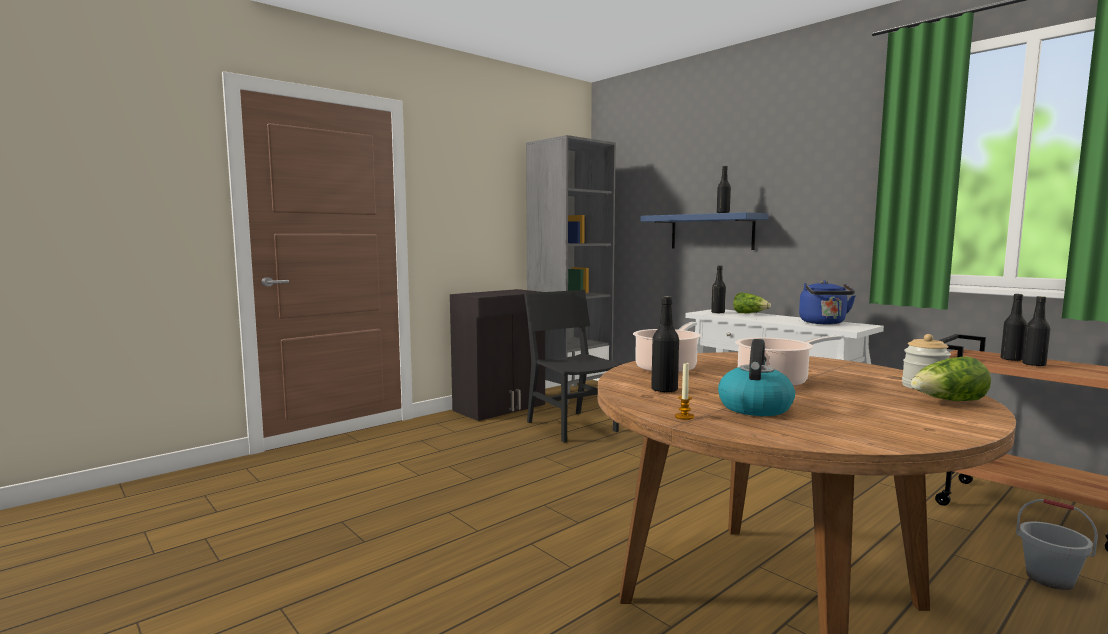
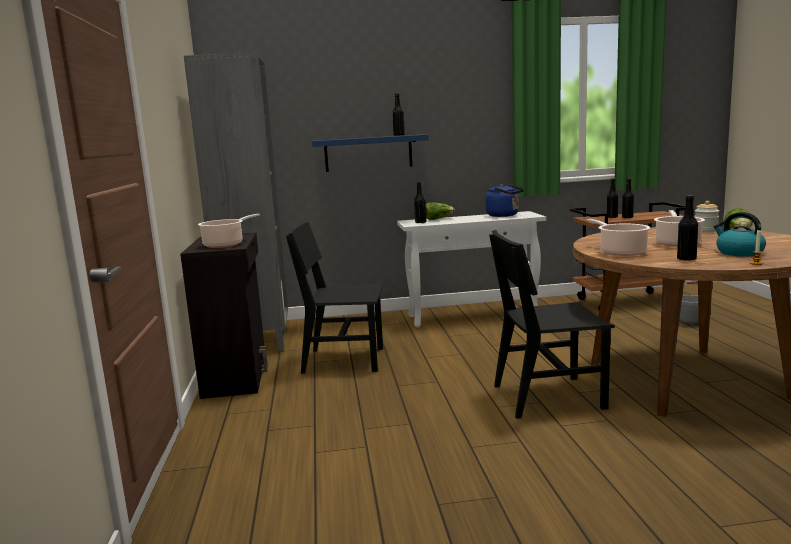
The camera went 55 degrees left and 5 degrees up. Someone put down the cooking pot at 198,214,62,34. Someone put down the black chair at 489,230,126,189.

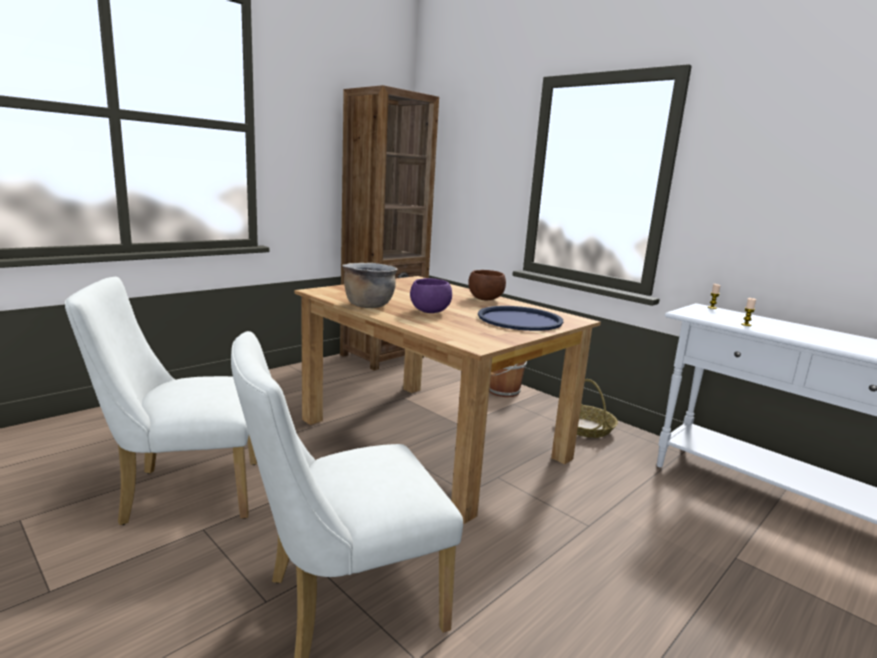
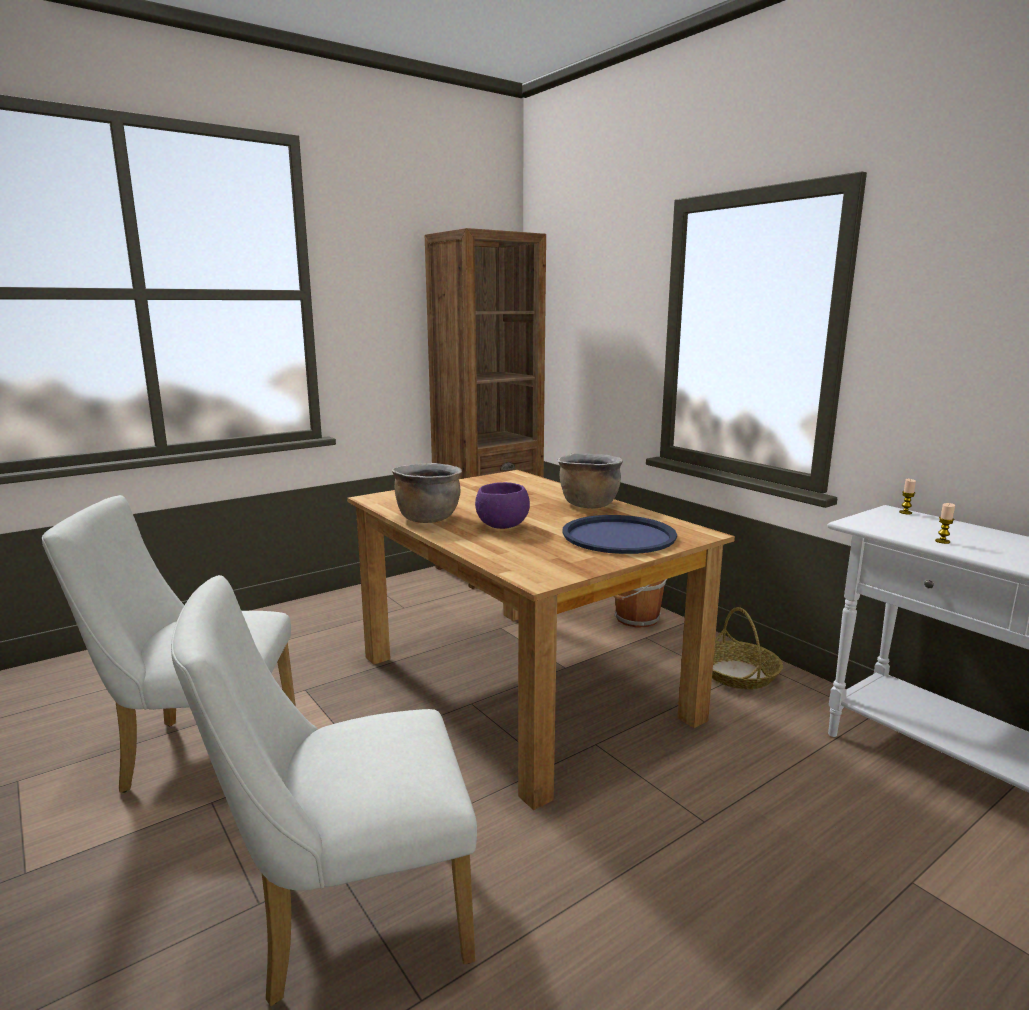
The camera went 10 degrees right and 0 degrees up. Someone swapped the brown bowl at 468,270,38,30 for the brown cooking pot at 558,454,65,54.

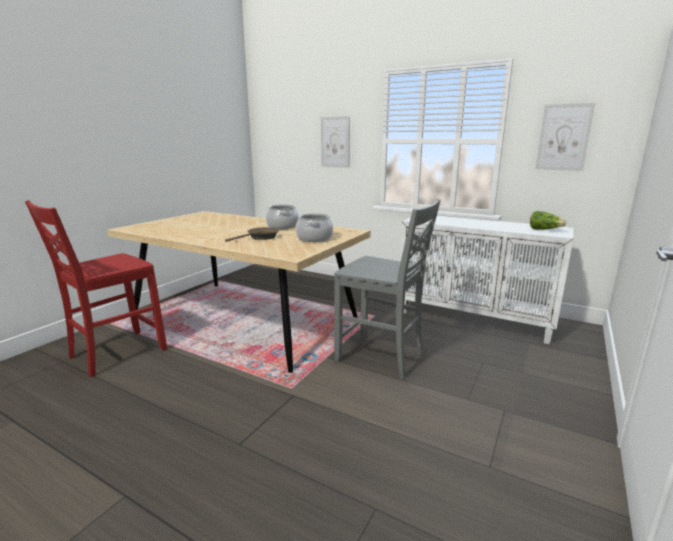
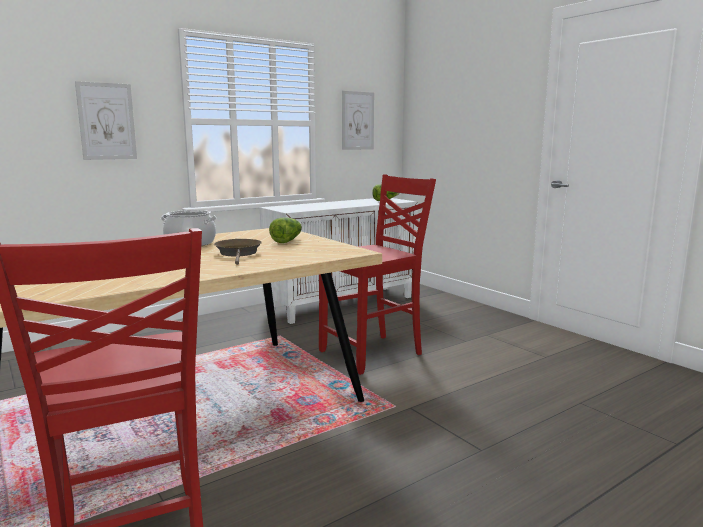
The camera went 65 degrees left and 5 degrees down. Someone repainted the grey chair at 334,199,107,181, which became the red chair at 319,174,117,201. Someone swapped the cooking pot at 296,213,37,29 for the lettuce at 269,217,33,26.

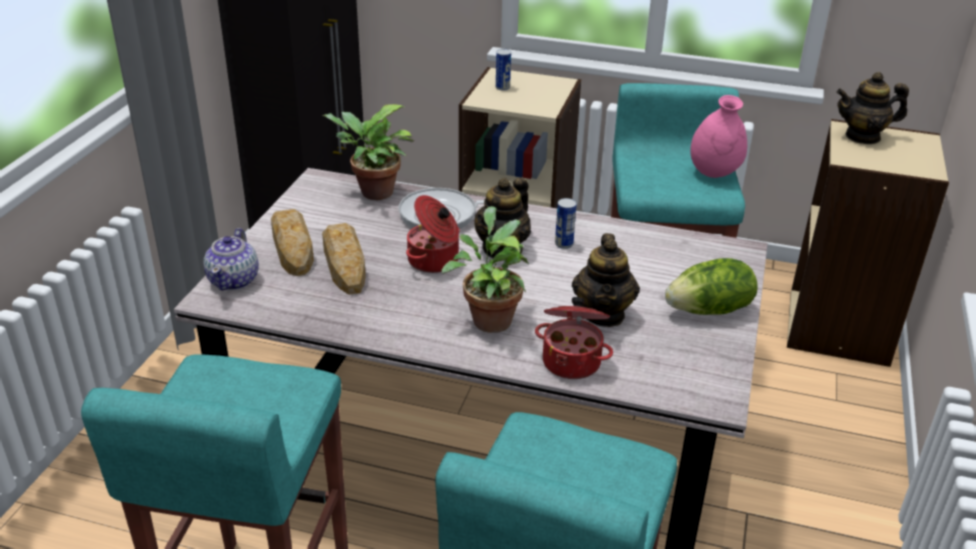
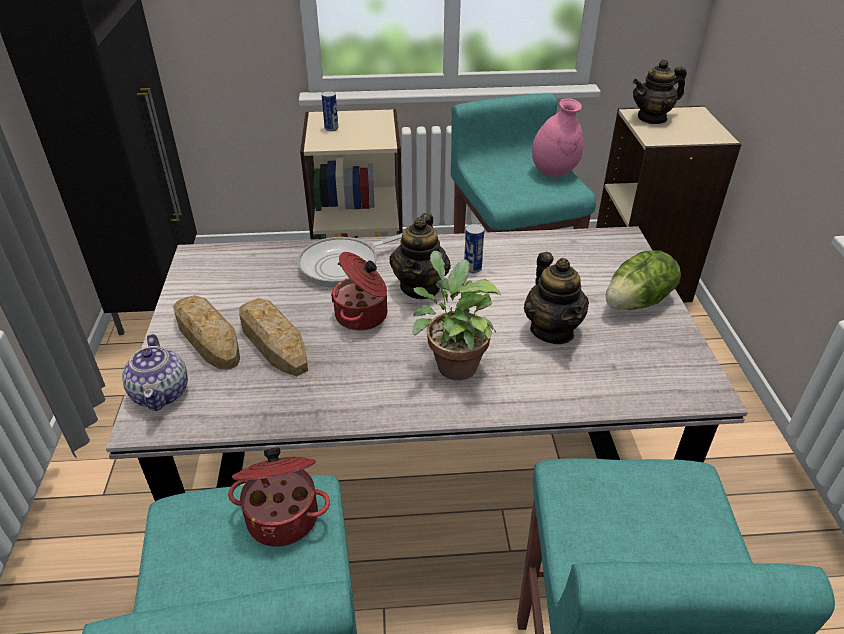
The camera went 20 degrees left and 5 degrees up. Someone took away the potted plant at 322,104,92,96. Someone carried the cooking pot from 535,297,78,82 to 228,447,102,100.

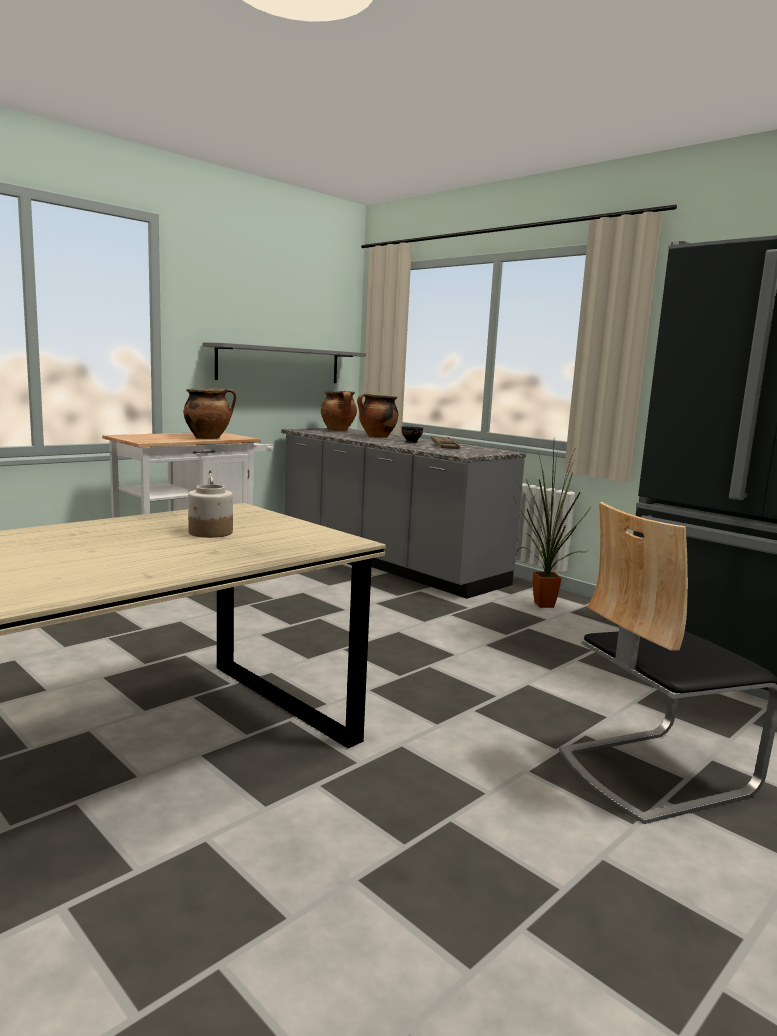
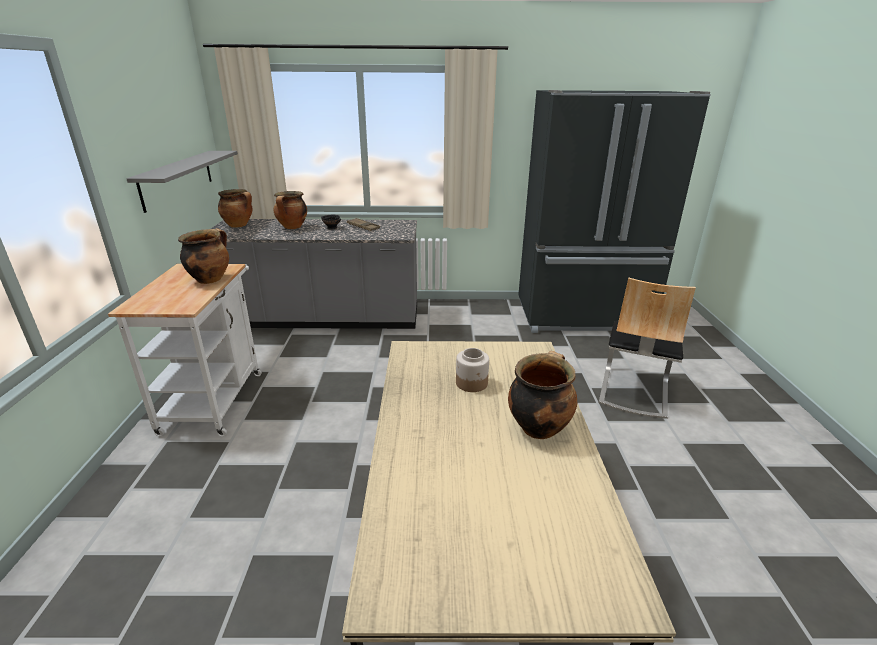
The camera went 45 degrees left and 15 degrees up. Someone took away the potted plant at 512,445,80,163. Someone put down the cooking pot at 508,351,69,88.

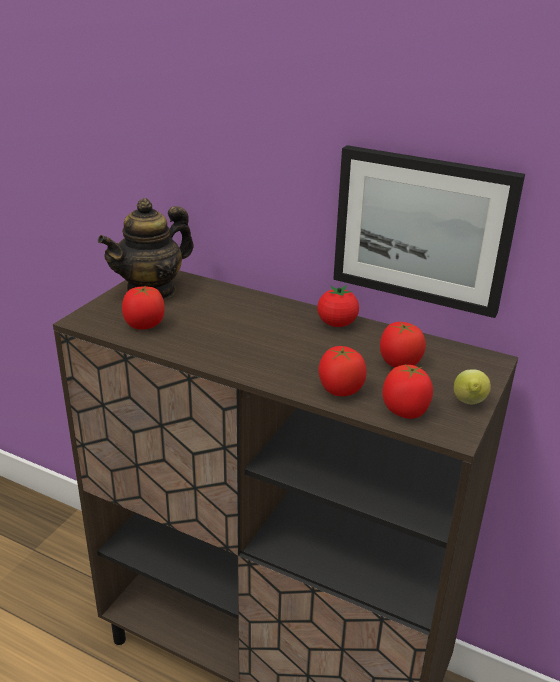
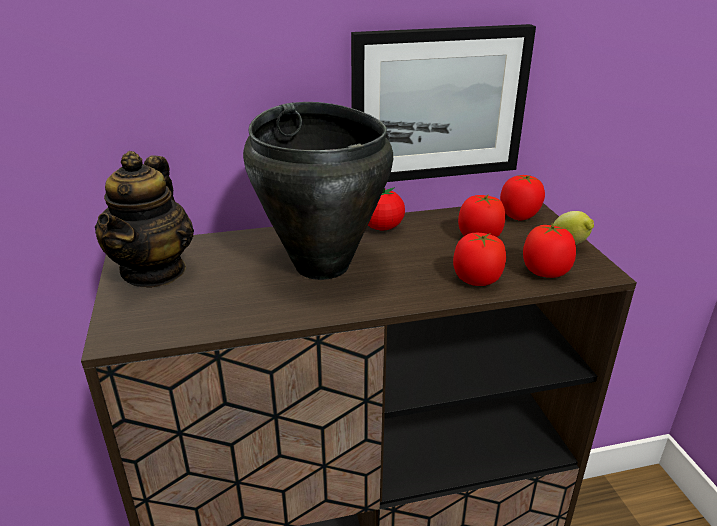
The camera went 40 degrees left and 0 degrees up. Someone carried the tomato from 122,285,43,45 to 500,175,45,45. Someone put down the black cooking pot at 243,102,150,178.

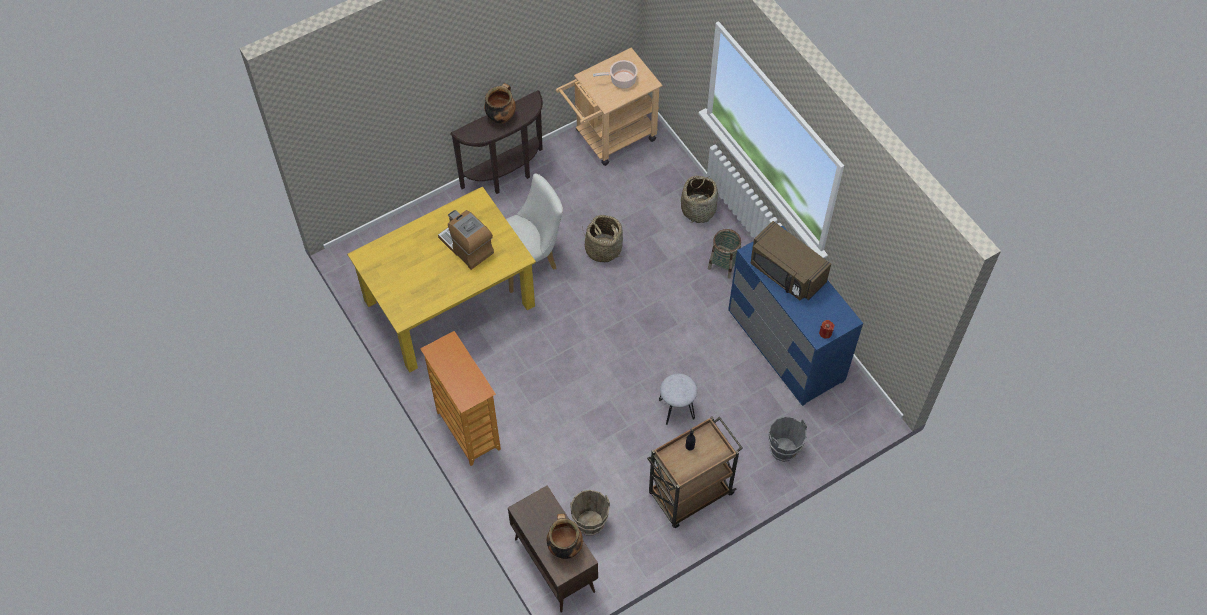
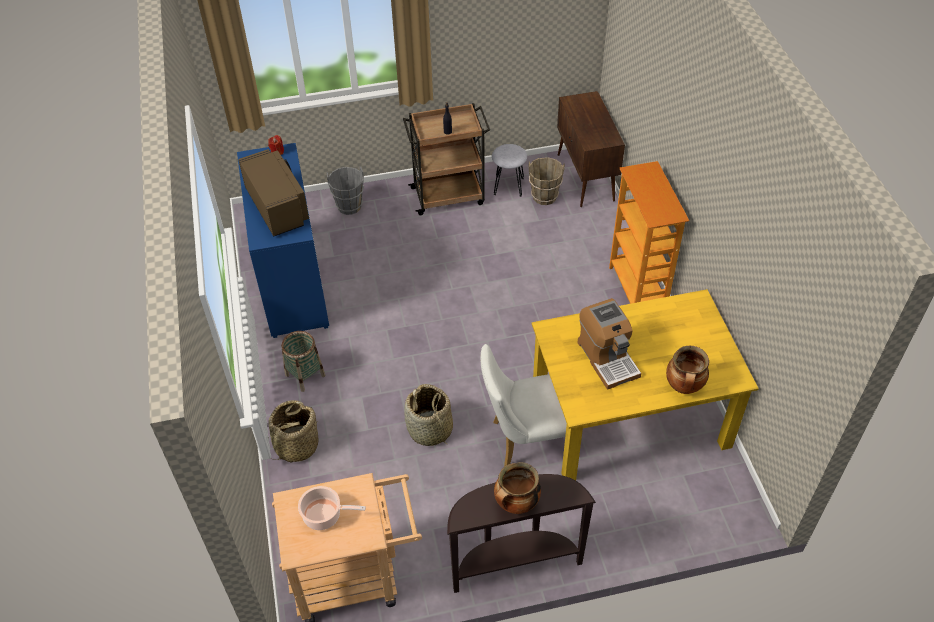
The camera went 160 degrees left and 10 degrees down. Someone carried the grey stool from 659,373,38,52 to 492,144,35,53. Someone carried the cooking pot from 547,514,36,45 to 666,346,43,48.

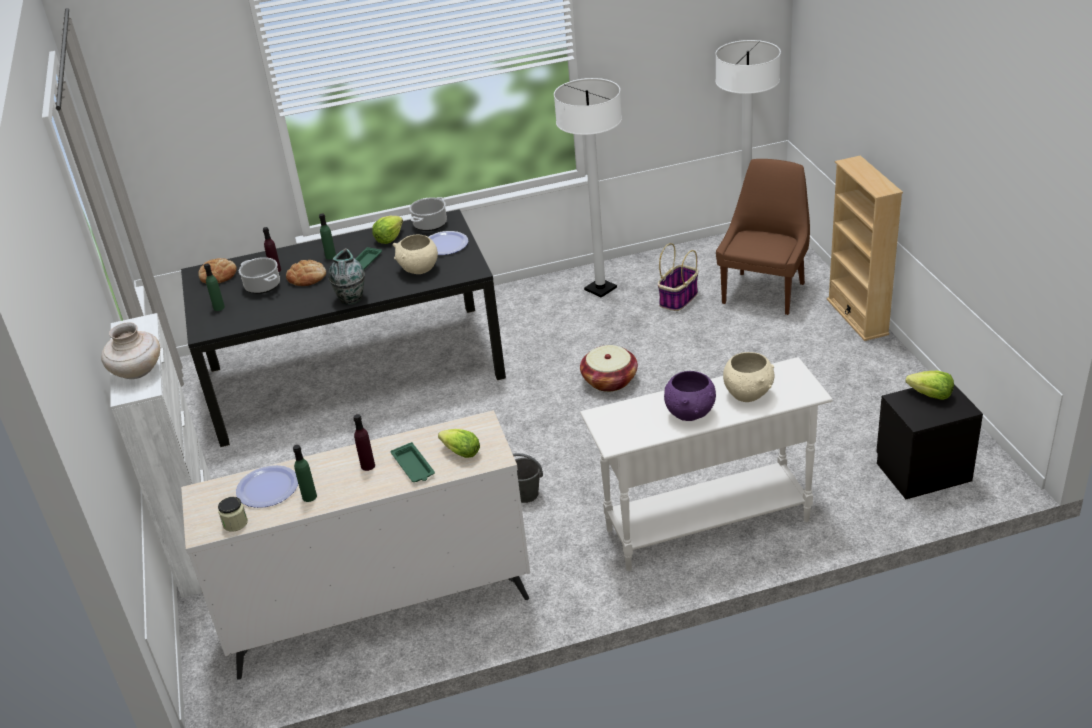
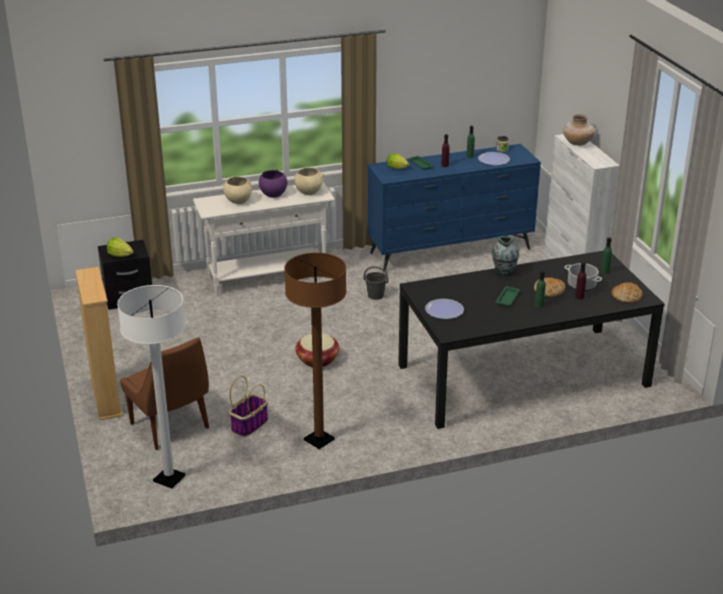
The camera went 175 degrees right and 5 degrees down. Someone repainted the white floor lamp at 554,78,68,220, which became the brown floor lamp at 284,252,63,197. Someone rotated the brown chair at 716,159,94,156 by 60 degrees counterclockwise. Someone took away the cooking pot at 409,197,38,34. Someone took away the lettuce at 372,216,31,28. Someone carried the beige bowl from 392,235,46,39 to 294,167,31,28. Someone repainted the beige dresser at 181,410,349,270, which became the blue dresser at 367,144,174,129.

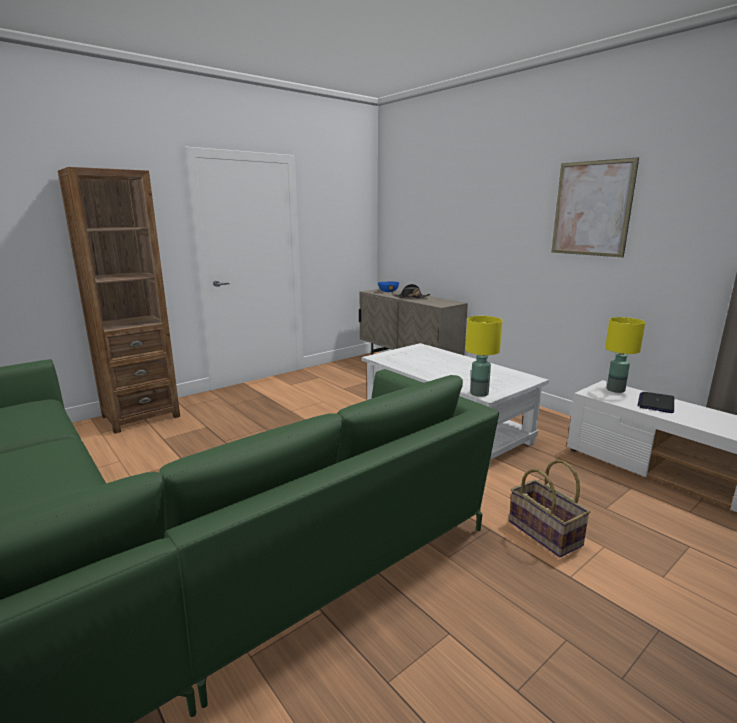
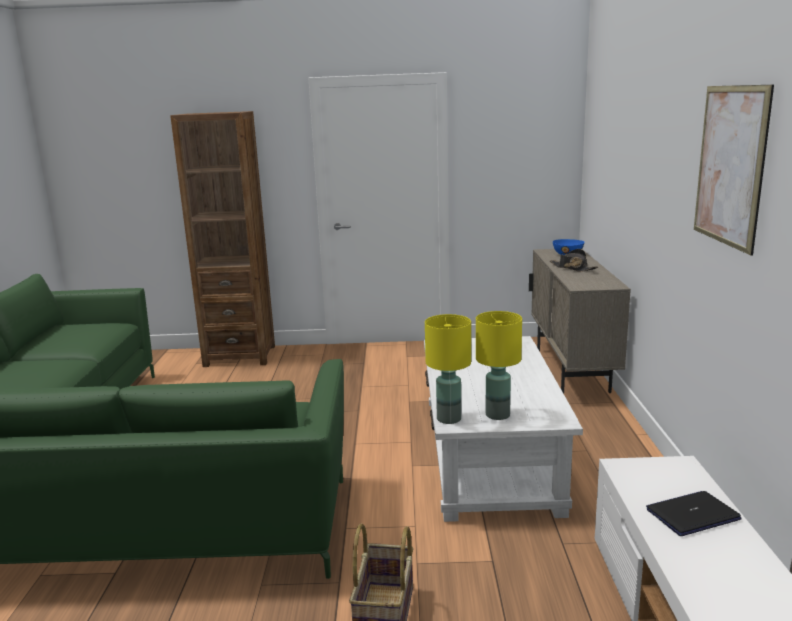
The camera went 40 degrees right and 0 degrees up. Someone carried the yellow table lamp from 605,317,40,76 to 476,311,46,109.

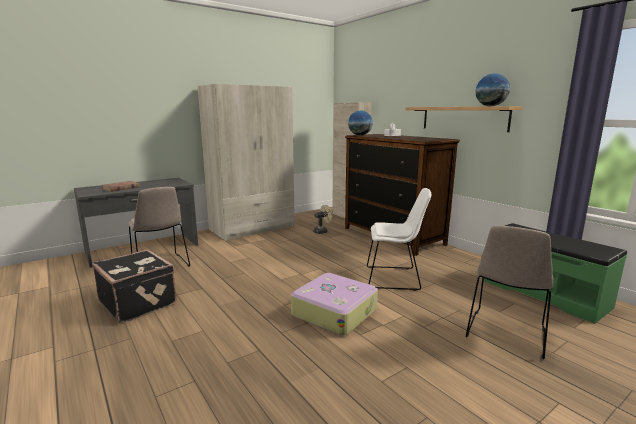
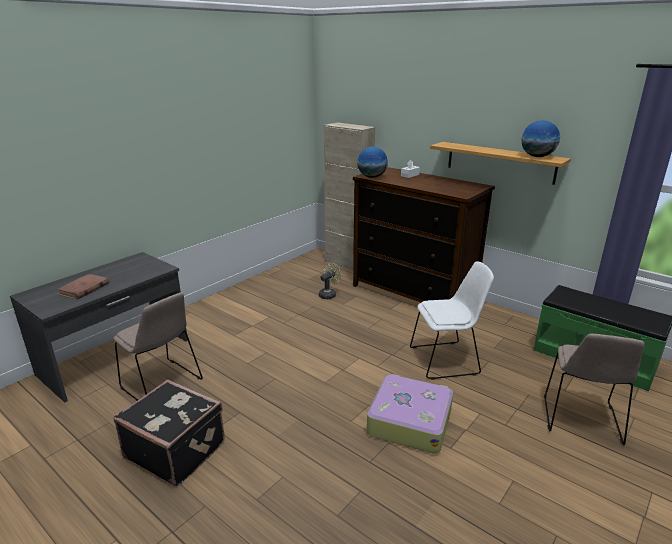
The camera went 15 degrees left and 10 degrees up. Someone took away the beige wardrobe at 198,84,97,157.

